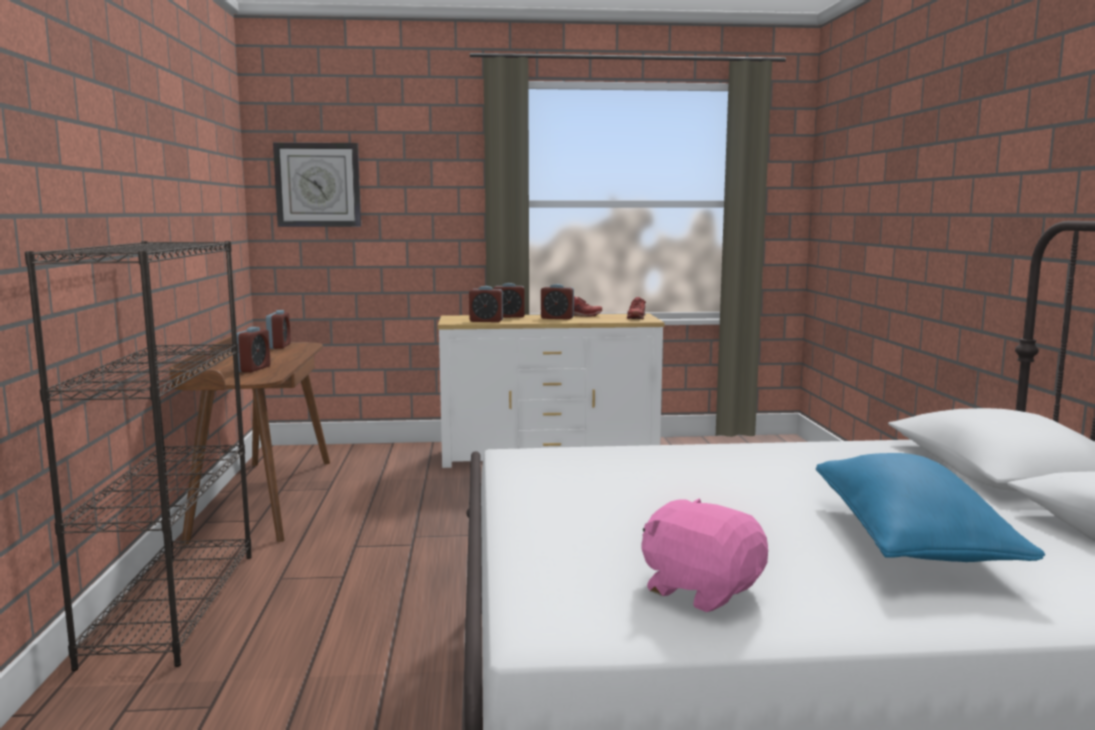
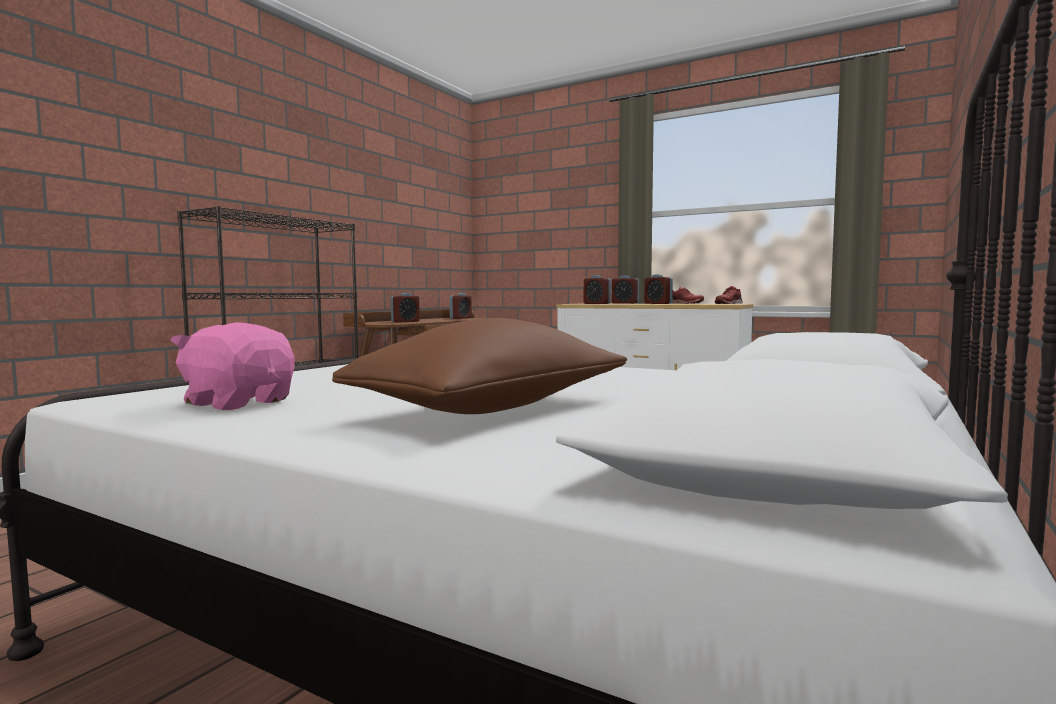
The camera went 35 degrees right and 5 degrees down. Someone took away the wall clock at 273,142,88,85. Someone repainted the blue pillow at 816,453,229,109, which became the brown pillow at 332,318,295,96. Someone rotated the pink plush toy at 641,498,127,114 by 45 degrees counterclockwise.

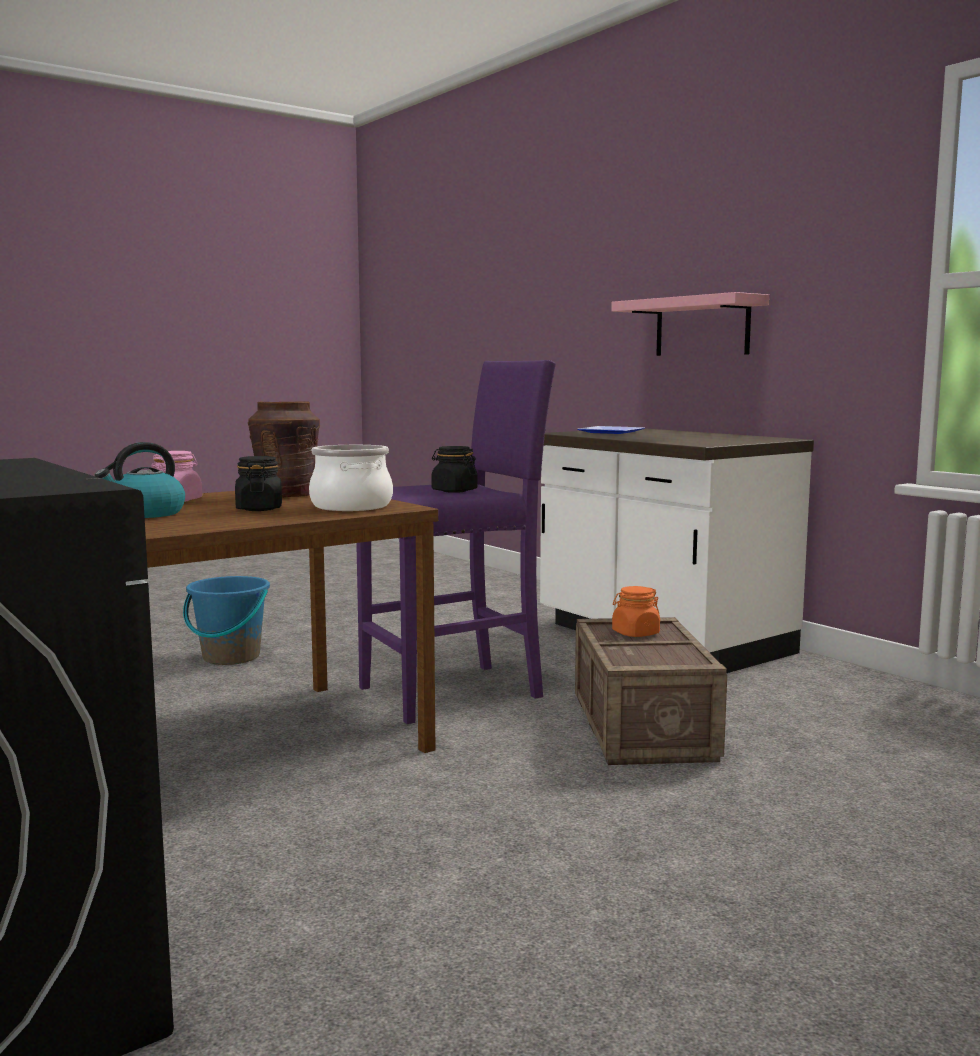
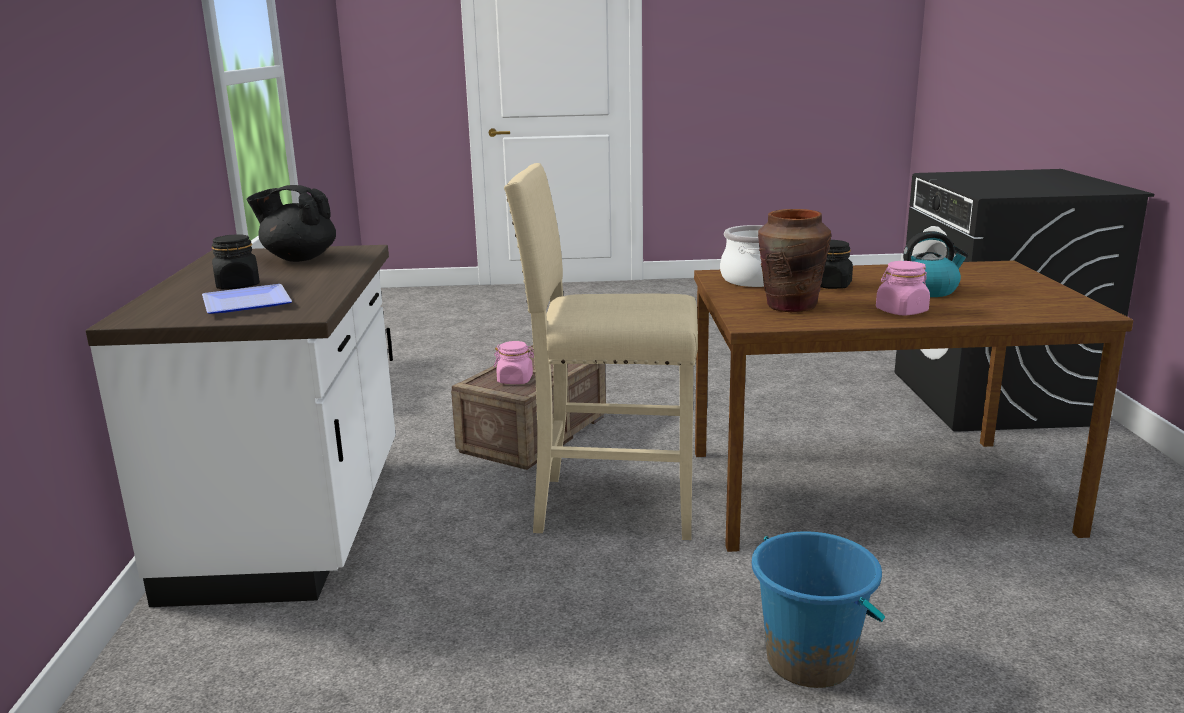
The camera went 145 degrees left and 10 degrees up. Someone took away the pink shelf at 611,292,158,64. Someone repainted the purple stool at 356,360,200,364, which became the beige stool at 504,163,194,377. Someone carried the black jar from 431,446,47,47 to 212,234,48,55. Someone repainted the orange jar at 612,586,48,51, which became the pink jar at 494,341,40,43. Someone put down the black teapot at 246,185,90,77.

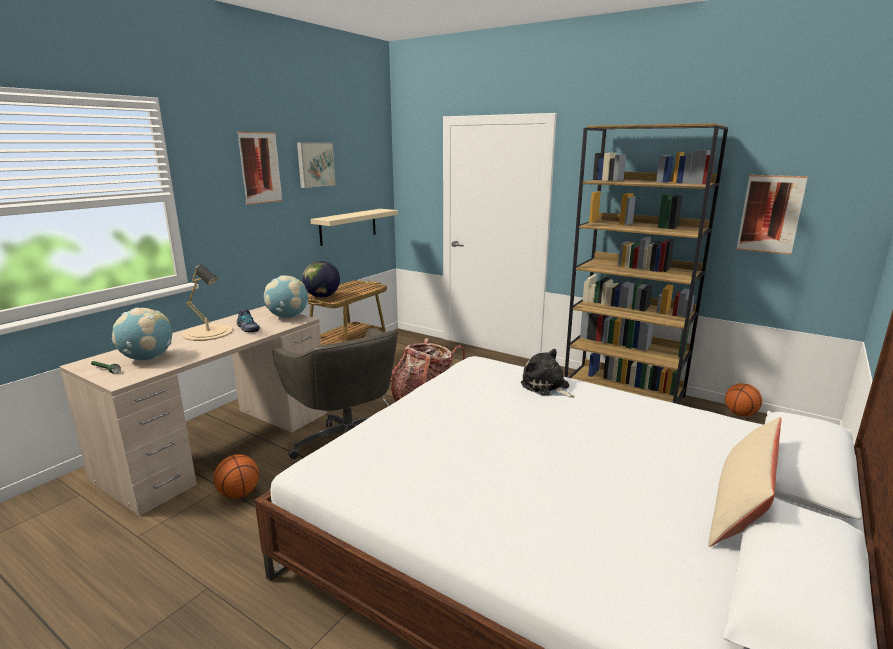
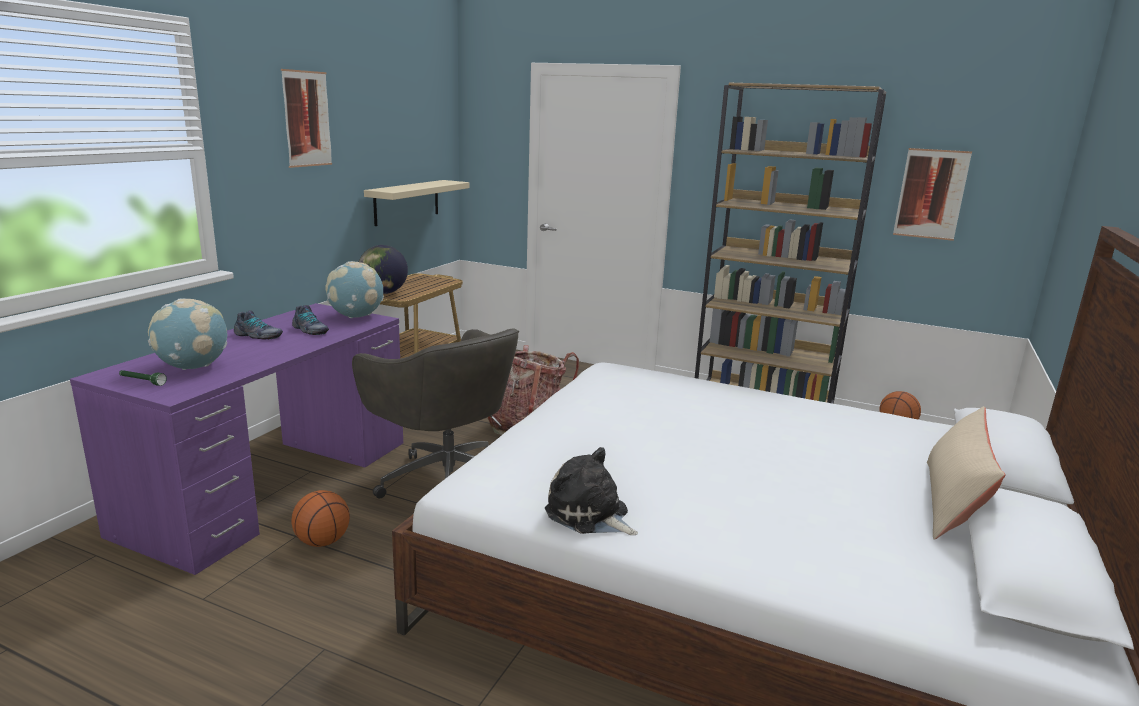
The camera went 10 degrees left and 0 degrees up. Someone took away the picture at 297,142,39,46. Someone swapped the beige table lamp at 182,265,51,76 for the shoe at 234,310,49,30. Someone repainted the beige desk at 59,306,268,210, which became the purple desk at 70,303,333,272. Someone carried the plush toy from 521,349,54,49 to 545,447,93,88.

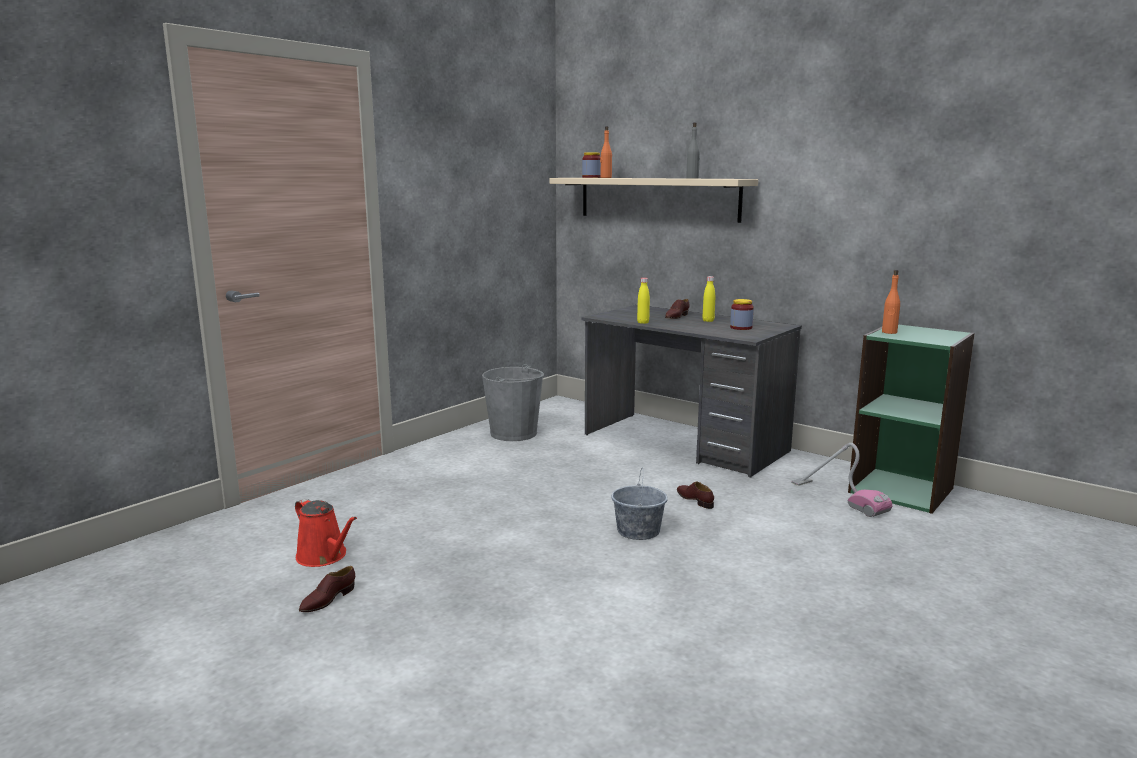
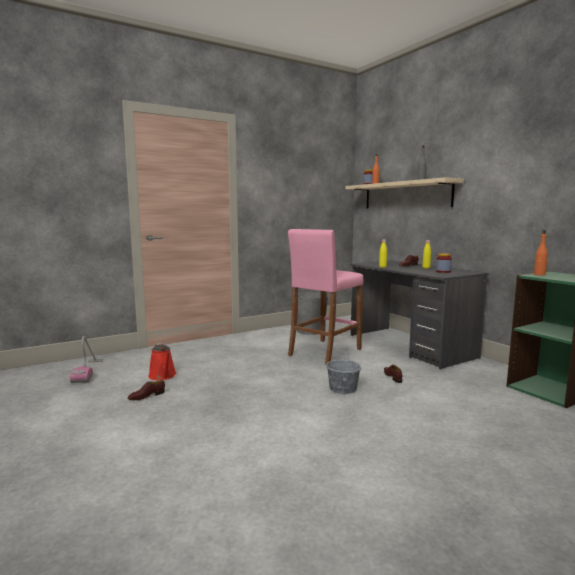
The camera went 20 degrees right and 5 degrees down. Someone carried the vacuum cleaner from 791,443,101,74 to 70,336,33,47. Someone put down the pink stool at 288,229,75,136.

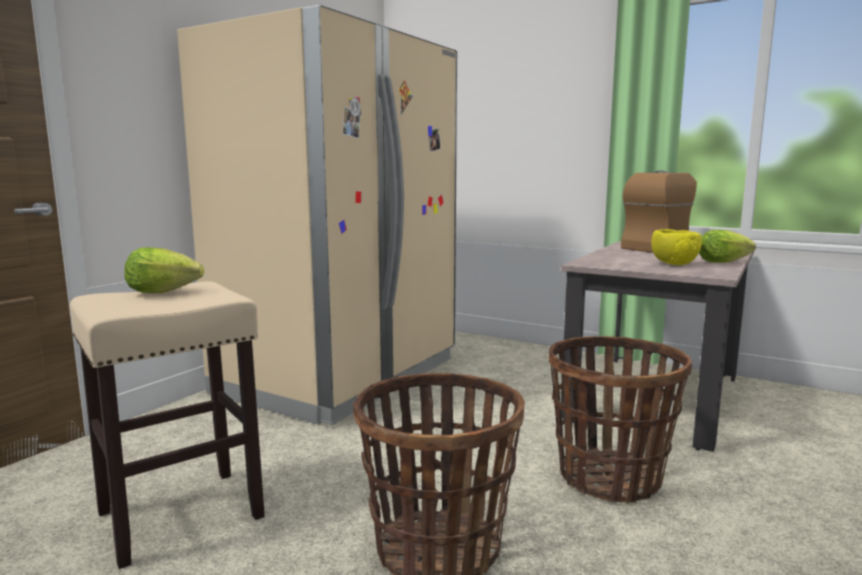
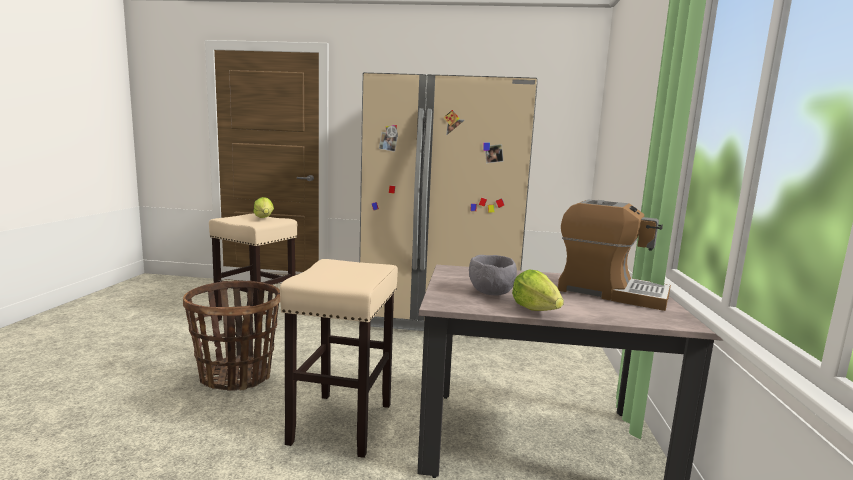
The camera went 65 degrees right and 0 degrees up. Someone repainted the yellow bowl at 652,229,50,36, which became the grey bowl at 469,255,48,40. Someone swapped the basket at 549,336,143,168 for the beige stool at 280,259,118,199.

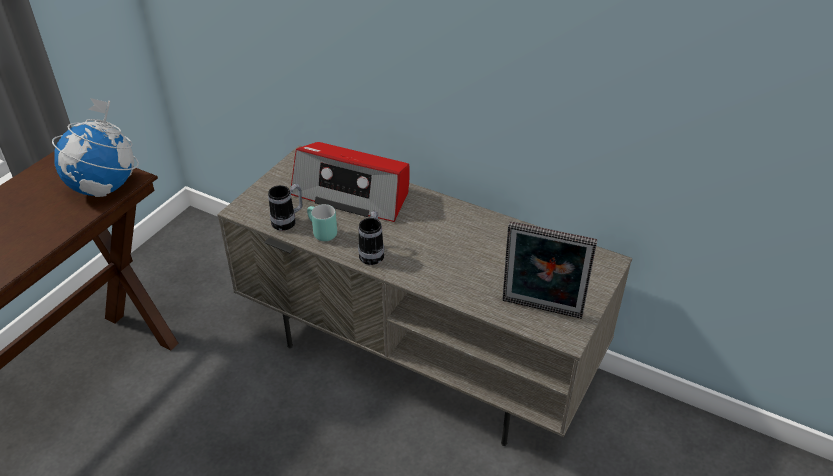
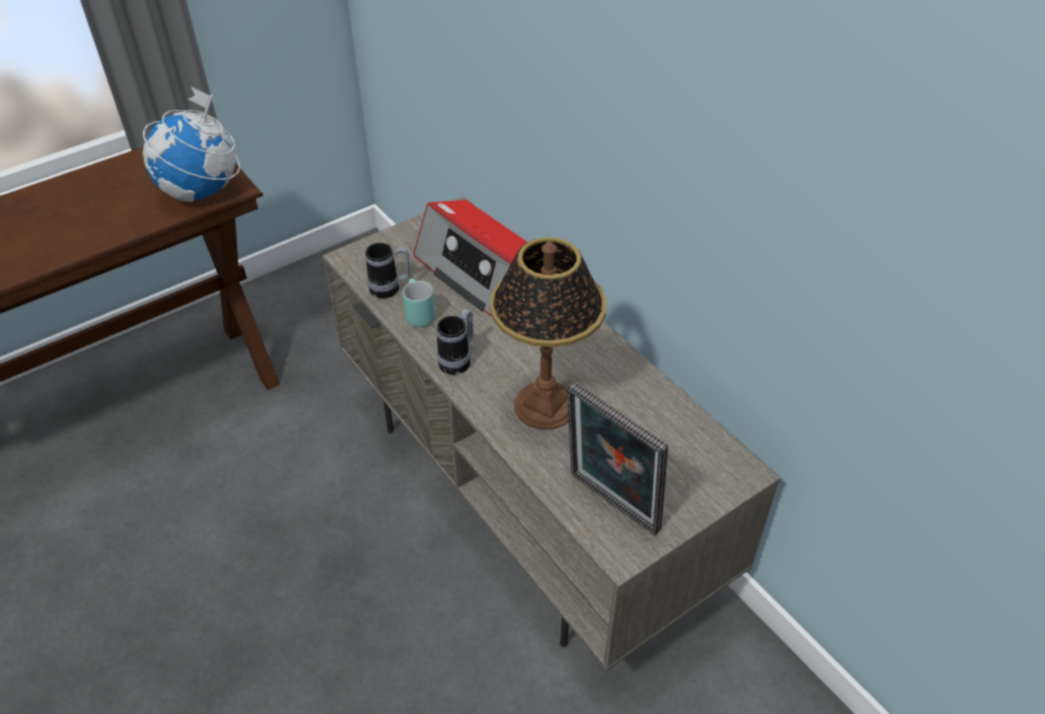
The camera went 25 degrees right and 5 degrees up. Someone put down the table lamp at 490,237,117,193.

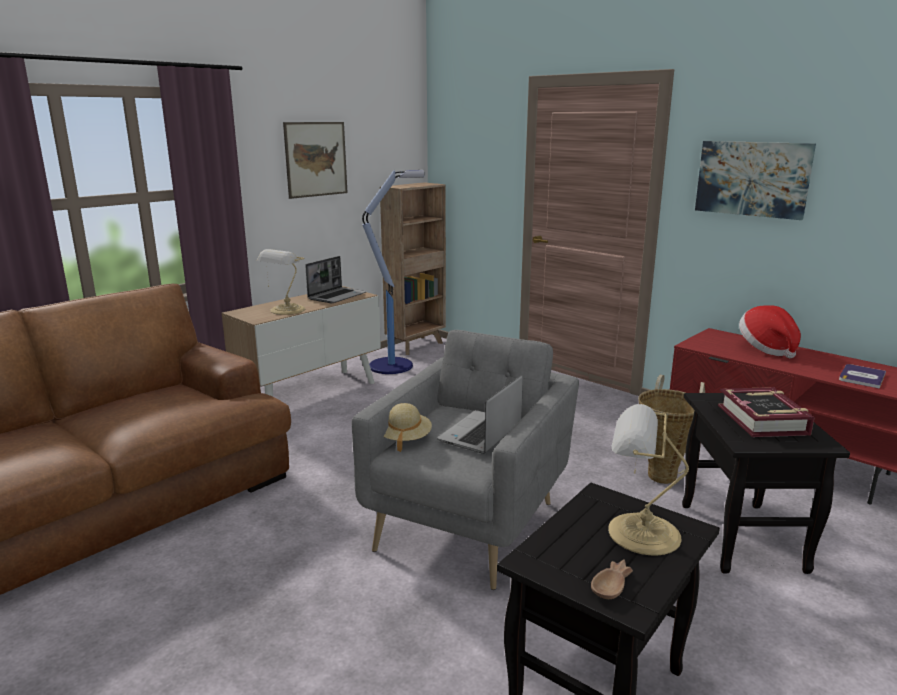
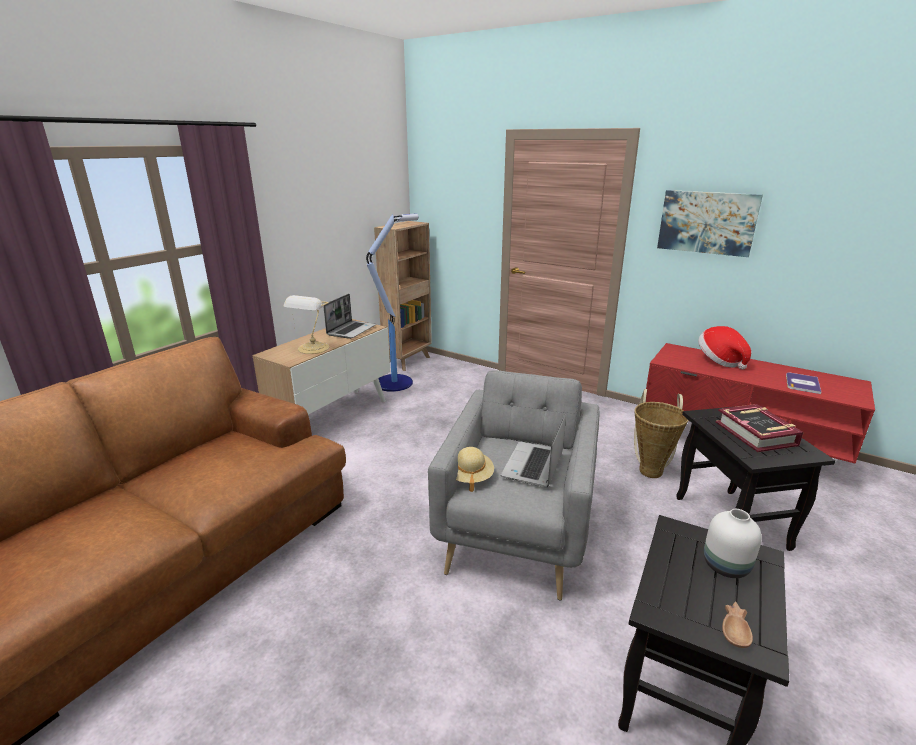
The camera went 10 degrees left and 5 degrees up. Someone took away the picture at 283,122,65,77. Someone swapped the table lamp at 608,404,81,152 for the white vase at 704,509,58,69.

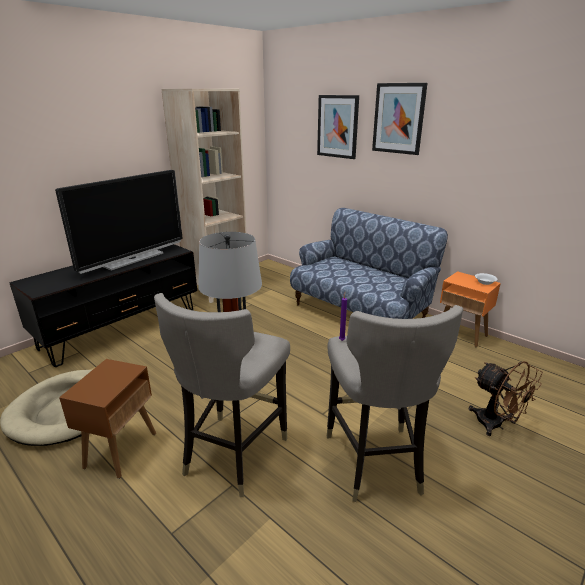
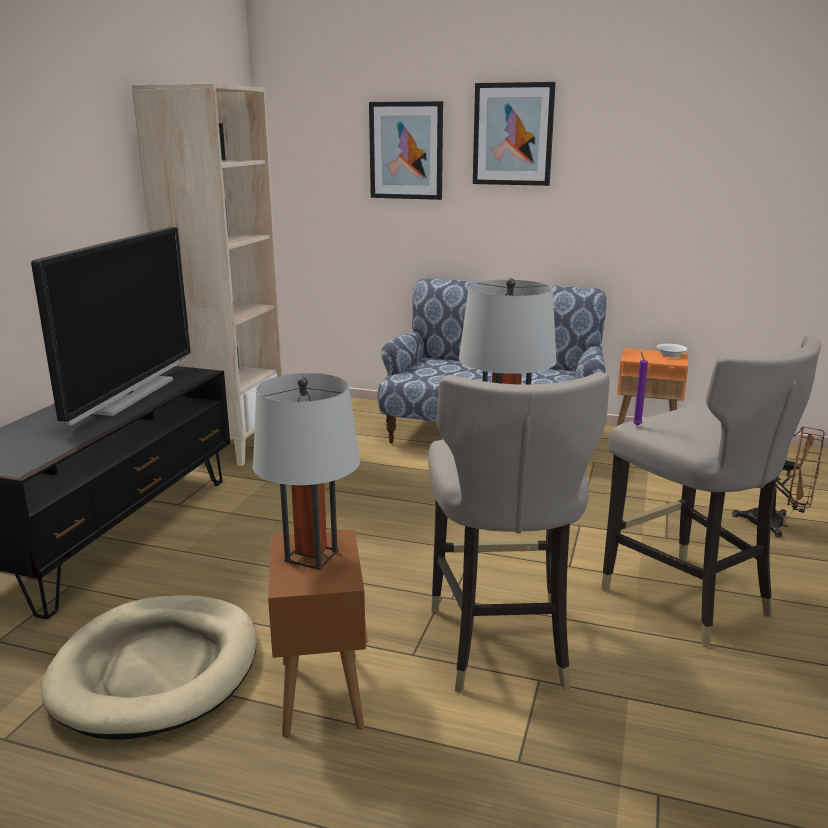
The camera went 25 degrees left and 5 degrees down. Someone put down the grey table lamp at 253,373,107,197.

